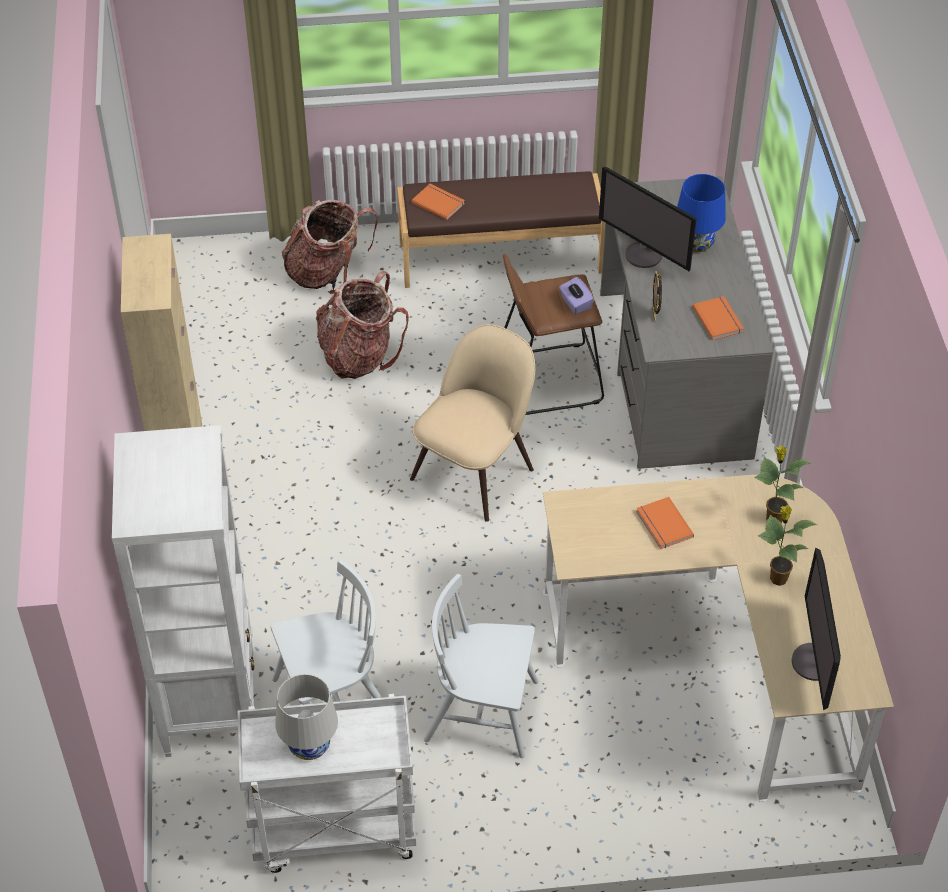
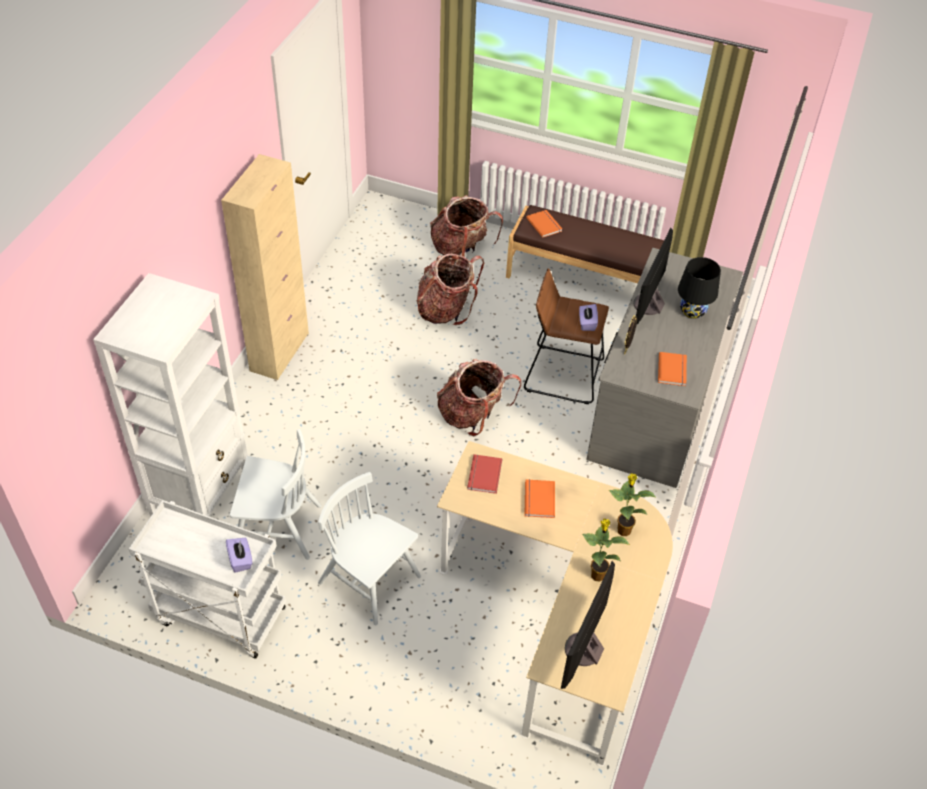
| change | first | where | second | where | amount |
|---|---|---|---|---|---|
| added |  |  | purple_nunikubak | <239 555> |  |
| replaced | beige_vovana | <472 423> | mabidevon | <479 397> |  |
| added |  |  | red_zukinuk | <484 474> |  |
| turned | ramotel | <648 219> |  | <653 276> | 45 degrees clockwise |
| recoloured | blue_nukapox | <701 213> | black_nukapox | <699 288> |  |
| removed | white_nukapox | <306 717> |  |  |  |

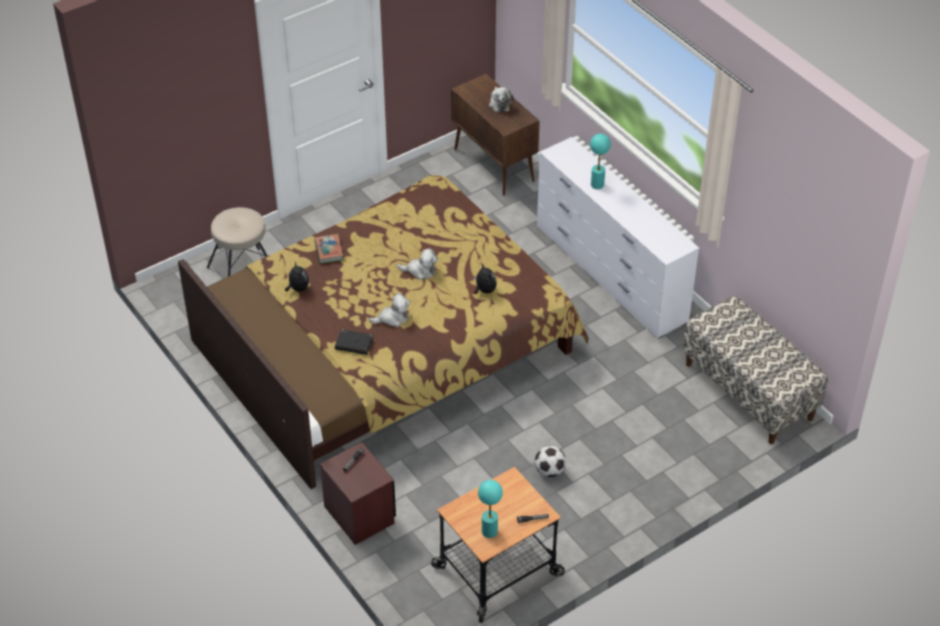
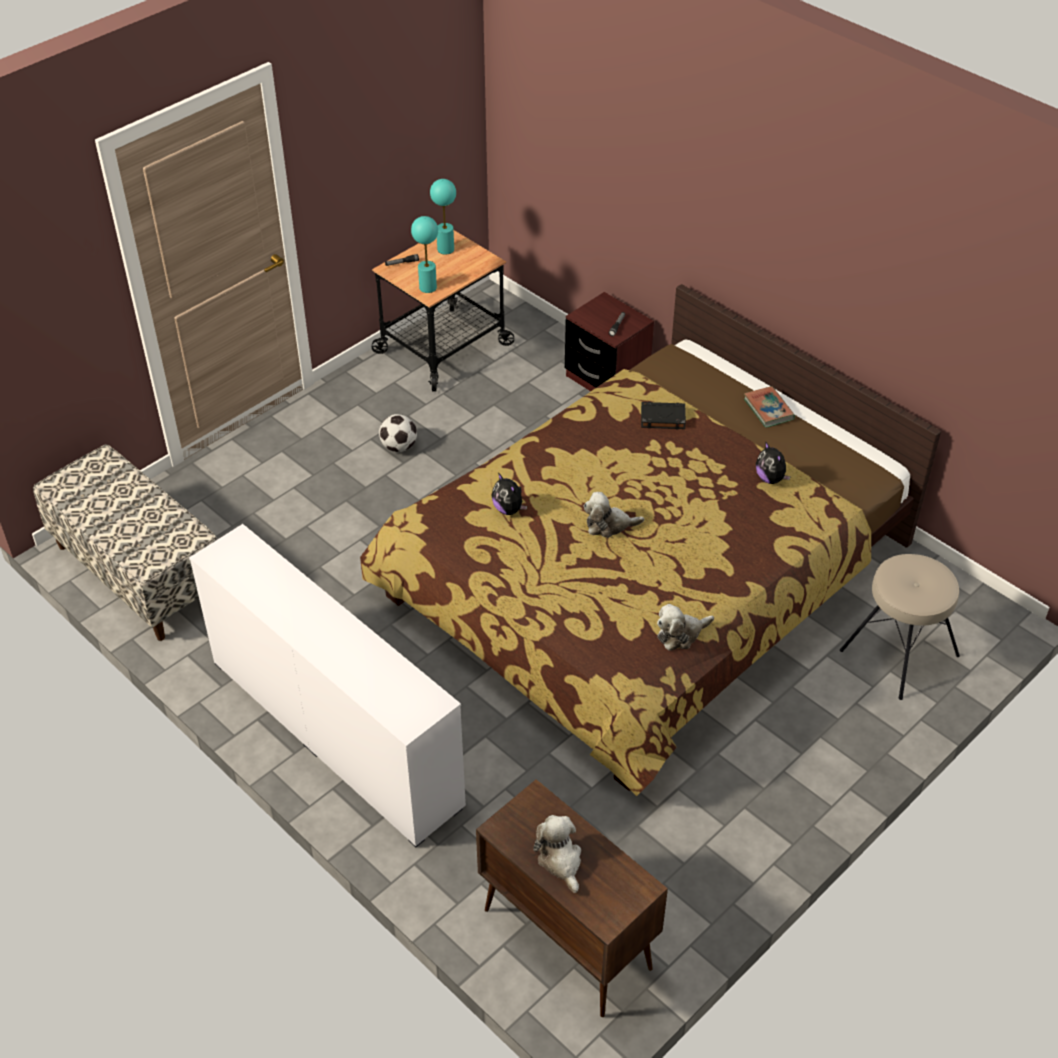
| change | first | where | second | where | amount |
|---|---|---|---|---|---|
| moved | turquoise_nukapox | <600 161> |  | <424 254> |  |
| moved | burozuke | <389 310> |  | <685 627> |  |
| moved | zukinuk | <328 248> |  | <769 407> |  |

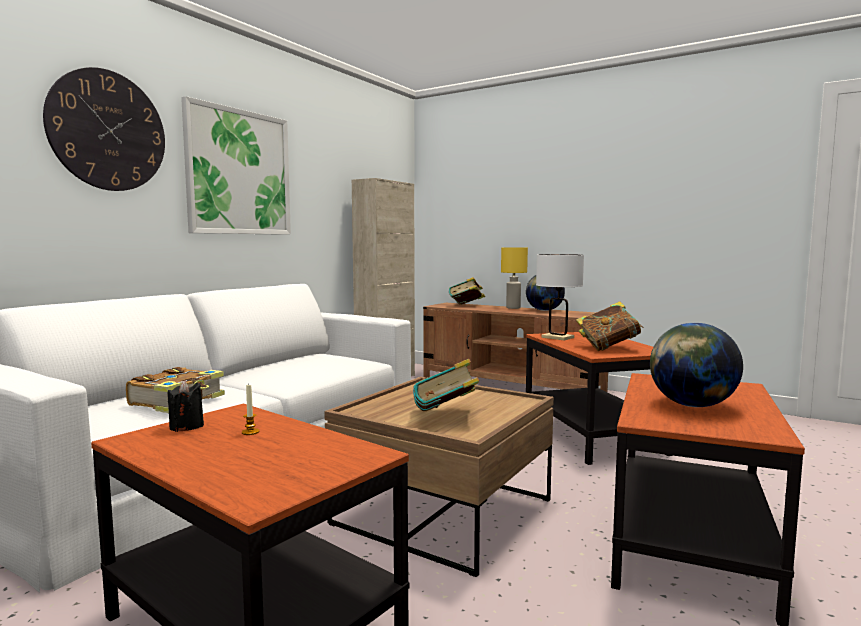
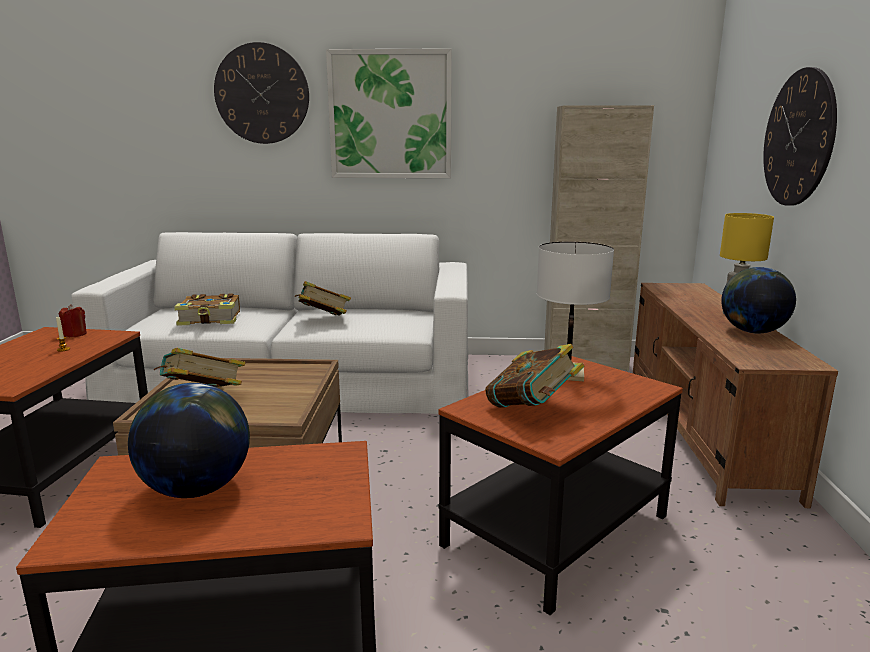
| change | first | where | second | where | amount |
|---|---|---|---|---|---|
| recoloured | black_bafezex | <186 406> | red_bafezex | <73 320> |  |
| moved | zukinuk | <467 291> |  | <322 298> |  |
| added |  |  | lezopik | <800 136> |  |

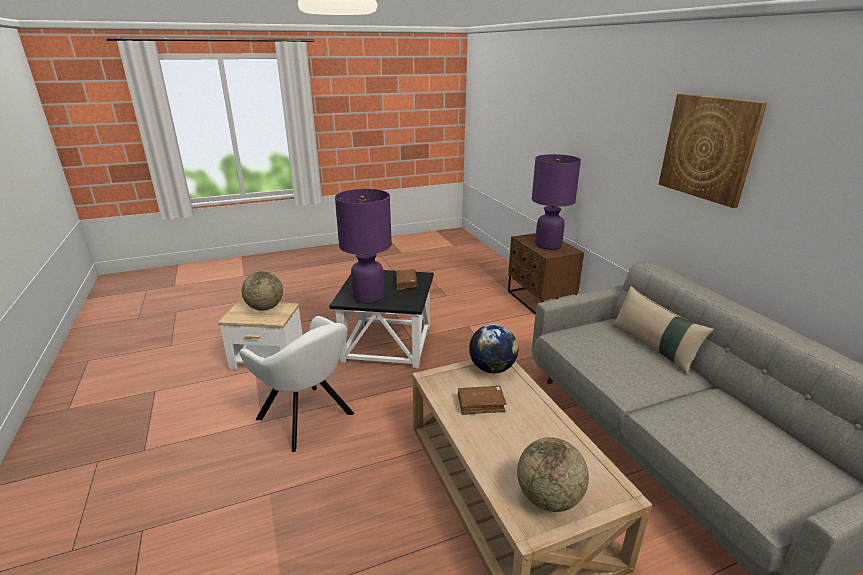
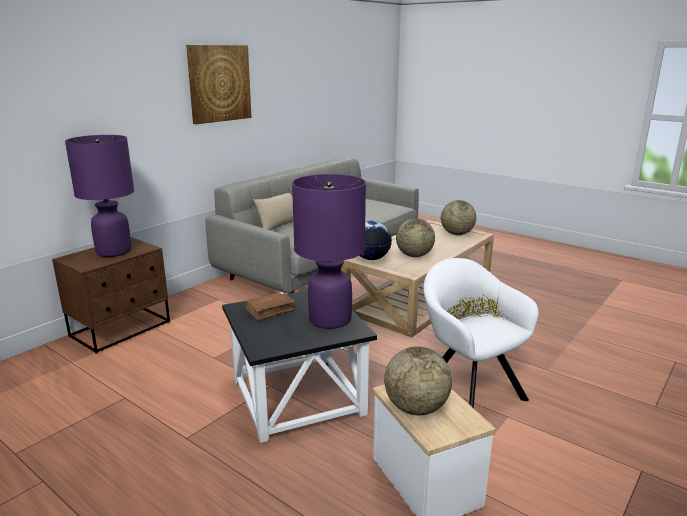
| change | first | where | second | where | amount |
|---|---|---|---|---|---|
| replaced | brown_zukinuk | <482 400> | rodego | <415 237> |  |
| turned | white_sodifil | <297 384> |  | <481 333> | 45 degrees counterclockwise |

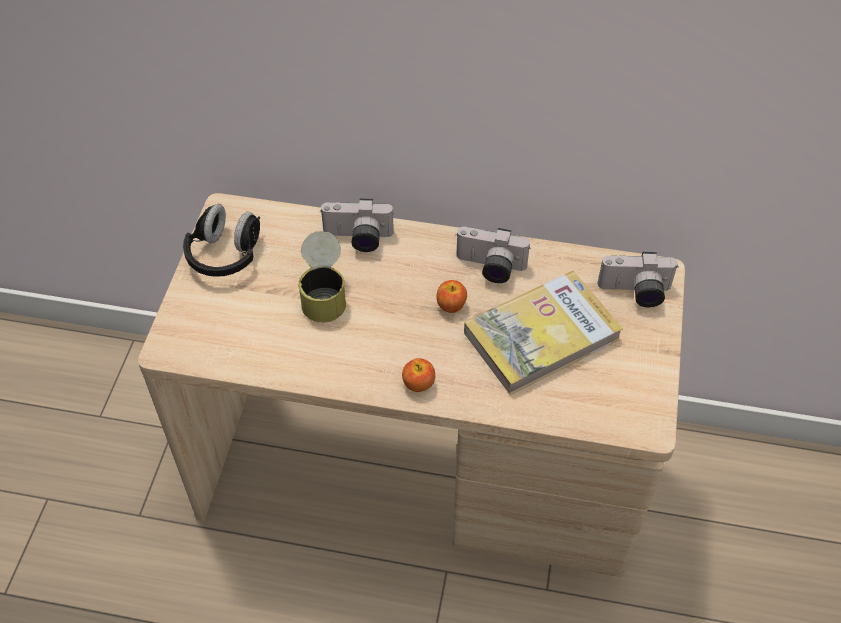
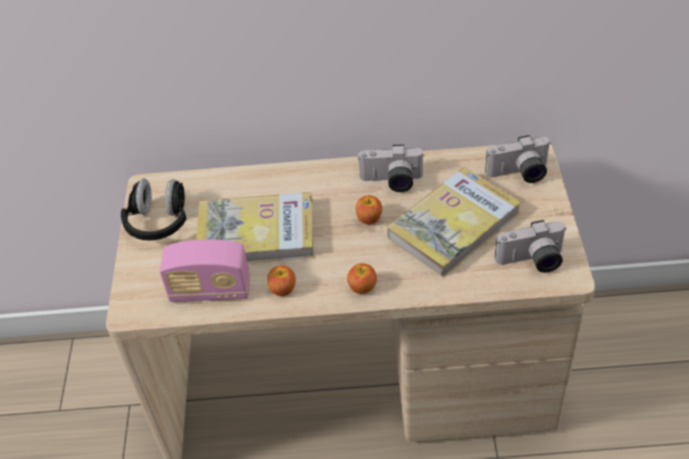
| change | first | where | second | where | amount |
|---|---|---|---|---|---|
| added |  |  | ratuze | <204 270> |  |
| replaced | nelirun | <322 277> | zukinuk | <255 227> |  |
| added |  |  | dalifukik | <281 280> |  |
| moved | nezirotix | <357 225> |  | <531 246> |  |

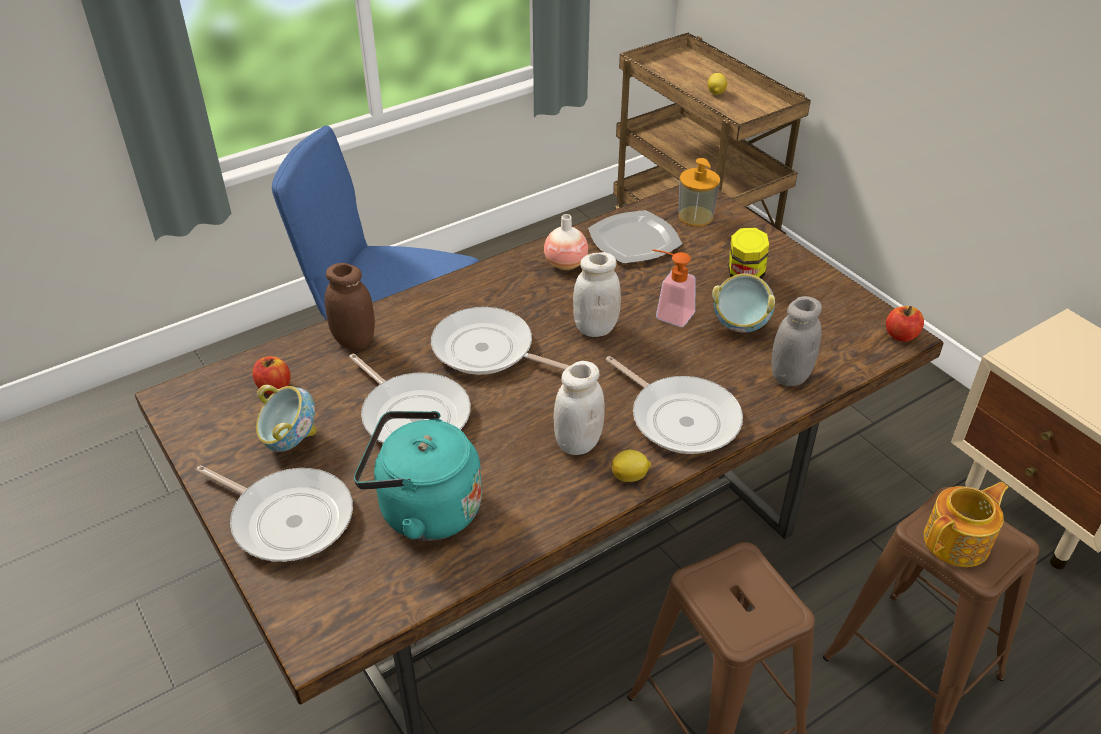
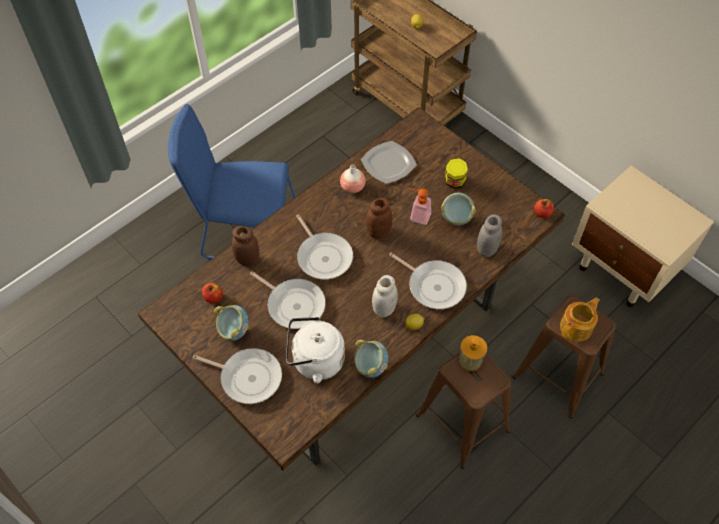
| change | first | where | second | where | amount |
|---|---|---|---|---|---|
| recoloured | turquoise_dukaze | <418 476> | white_dukaze | <315 350> |  |
| turned | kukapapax | <500 341> |  | <325 247> | 135 degrees counterclockwise |
| added |  |  | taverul | <371 359> |  |
| recoloured | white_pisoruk | <597 294> | brown_pisoruk | <379 218> |  |
| moved | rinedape | <699 192> |  | <473 353> |  |

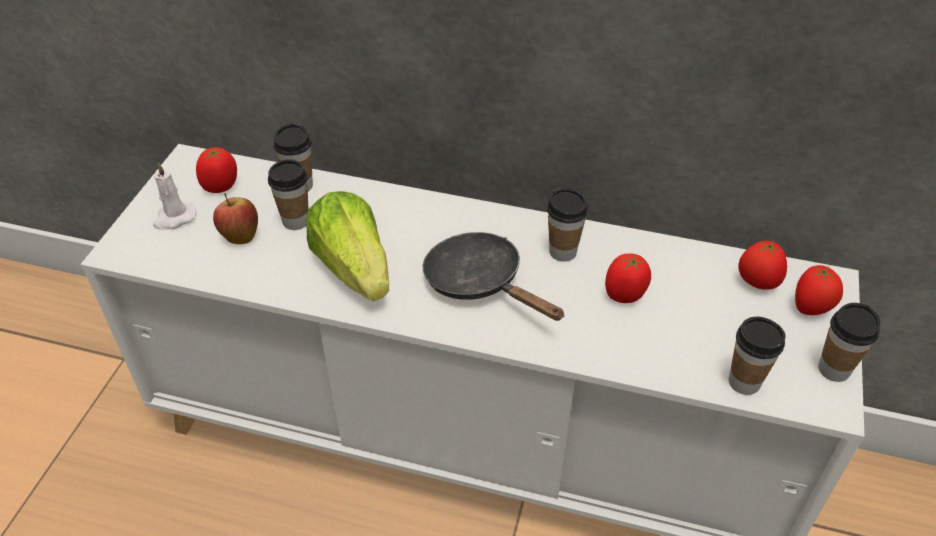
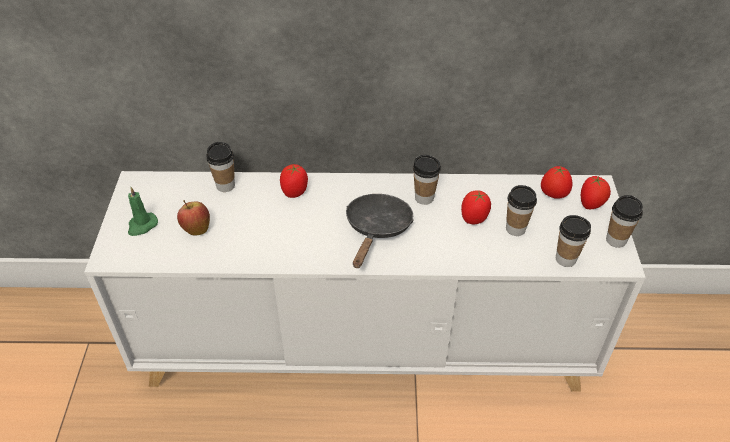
| change | first | where | second | where | amount |
|---|---|---|---|---|---|
| recoloured | white_bafezex | <175 196> | green_bafezex | <143 211> |  |
| moved | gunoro | <216 170> |  | <294 181> |  |
| turned | black_kukapapax | <494 276> |  | <380 231> | 75 degrees clockwise |
| moved | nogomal | <288 194> |  | <521 210> |  |
| removed | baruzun | <347 246> |  |  |  |

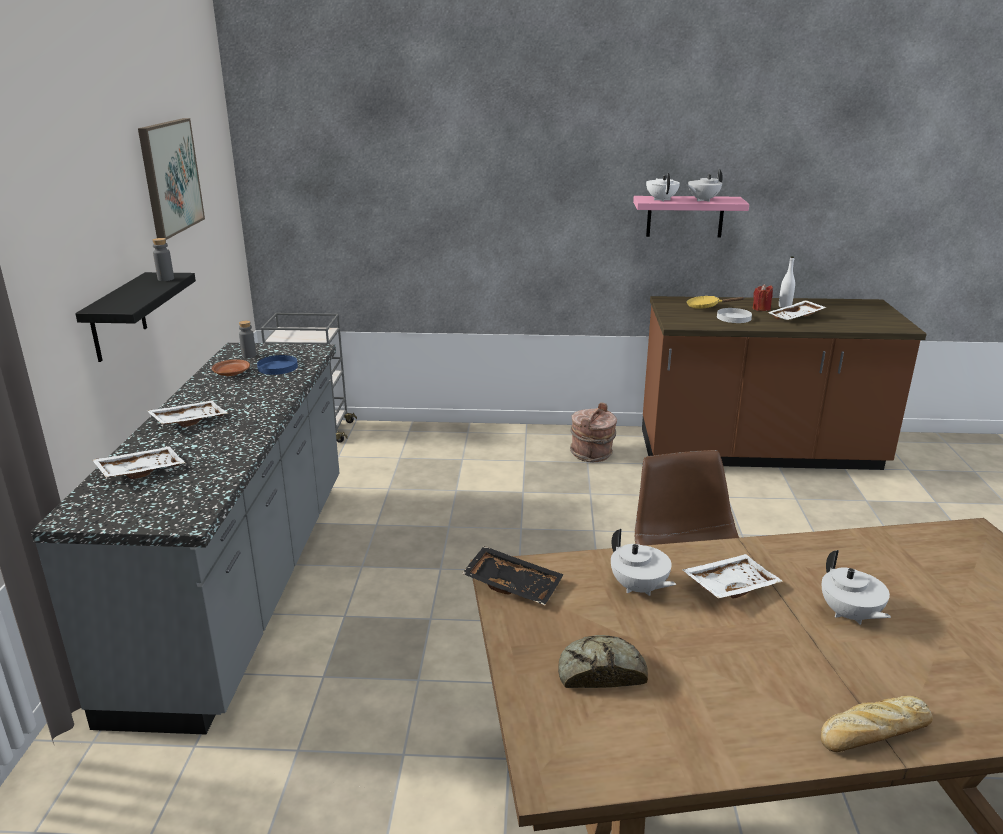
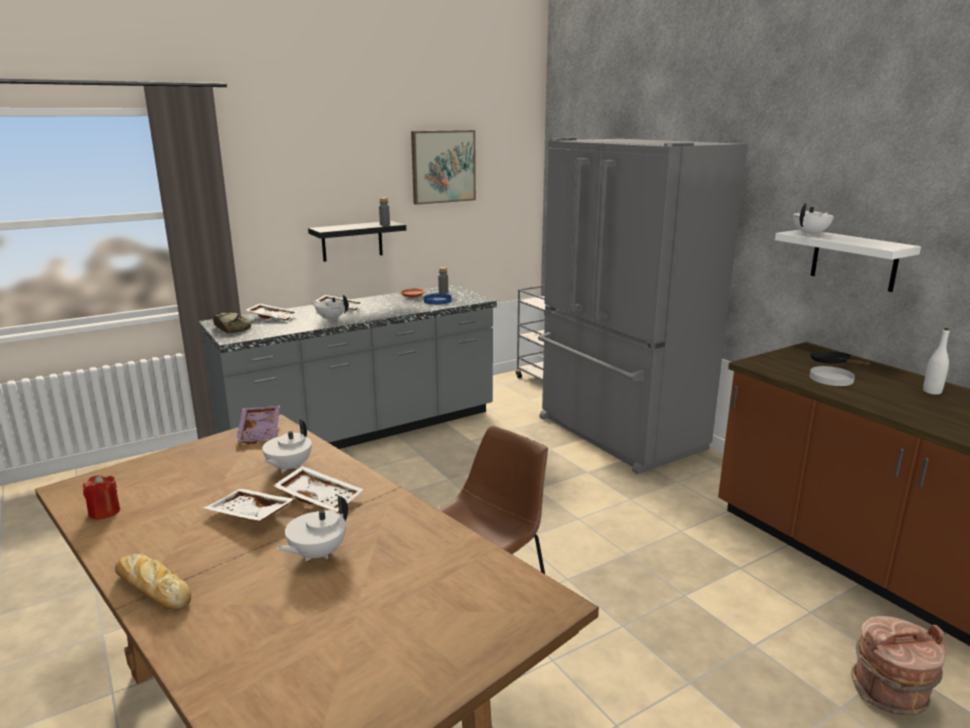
| change | first | where | second | where | amount |
|---|---|---|---|---|---|
| moved | red_bafezex | <763 297> |  | <101 497> |  |
| moved | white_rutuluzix | <797 310> |  | <249 505> |  |
| moved | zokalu | <603 661> |  | <232 323> |  |
| recoloured | black_rutuluzix | <513 575> | purple_rutuluzix | <258 424> |  |
| moved | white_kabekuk | <705 185> |  | <330 308> |  |
| added |  |  | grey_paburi | <643 306> |  |
| recoloured | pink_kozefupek | <691 217> | white_kozefupek | <848 261> |  |
| recoloured | yellow_kukapapax | <716 302> | black_kukapapax | <840 358> |  |
| moved | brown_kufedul | <593 432> |  | <898 666> |  |

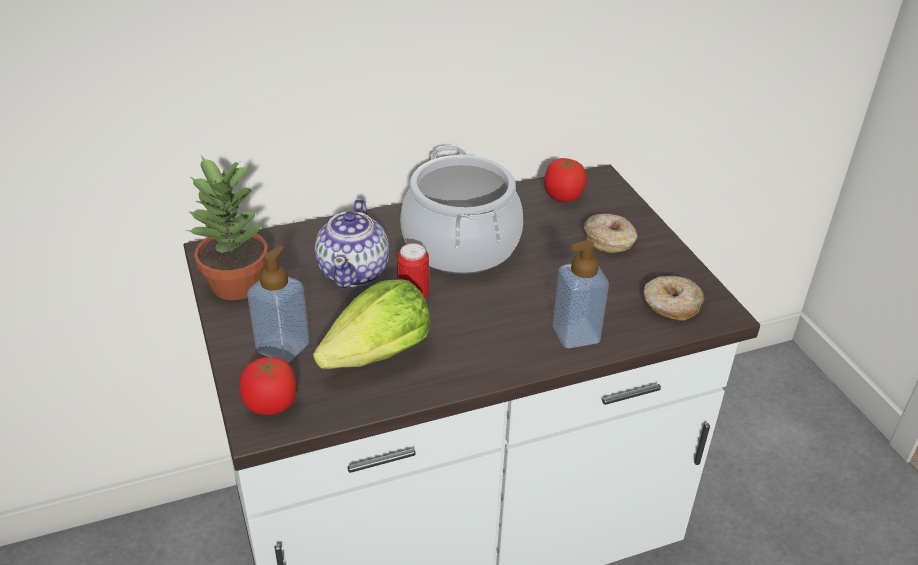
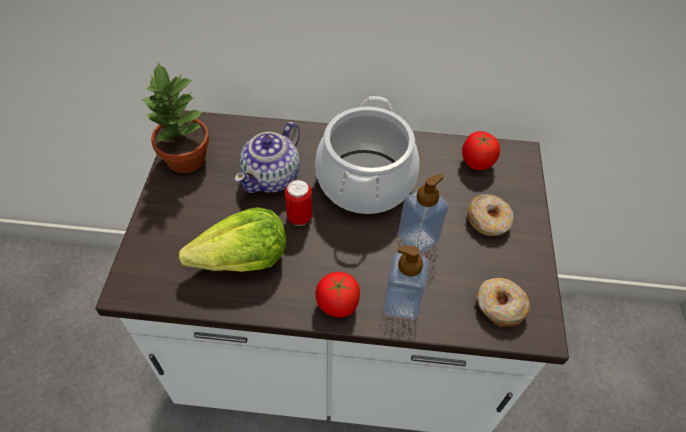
| change | first | where | second | where | amount |
|---|---|---|---|---|---|
| moved | gunoro | <268 385> |  | <337 295> |  |
| moved | rinedape | <278 304> |  | <423 214> |  |

